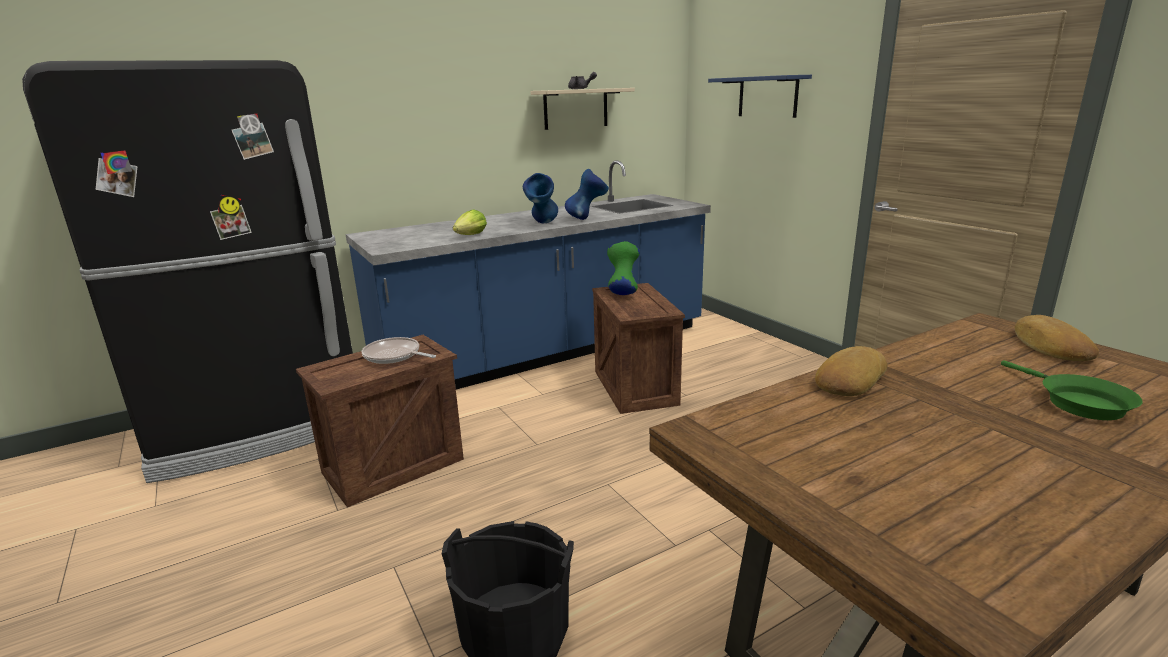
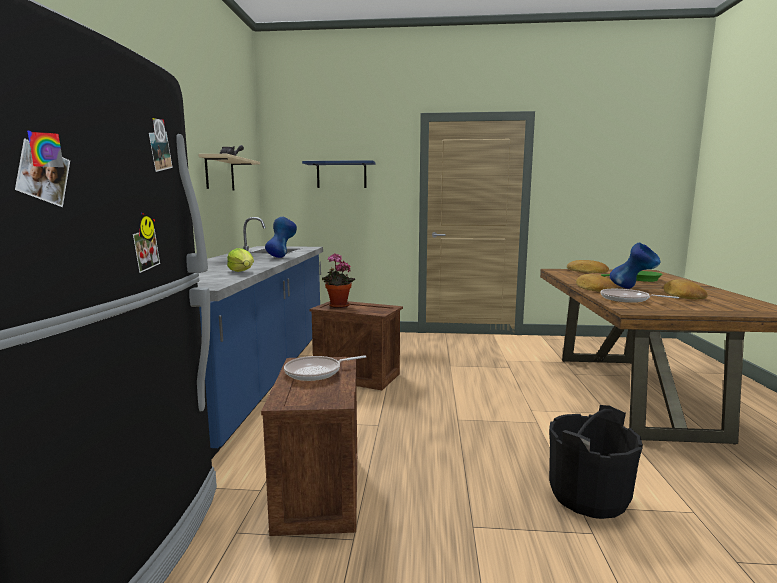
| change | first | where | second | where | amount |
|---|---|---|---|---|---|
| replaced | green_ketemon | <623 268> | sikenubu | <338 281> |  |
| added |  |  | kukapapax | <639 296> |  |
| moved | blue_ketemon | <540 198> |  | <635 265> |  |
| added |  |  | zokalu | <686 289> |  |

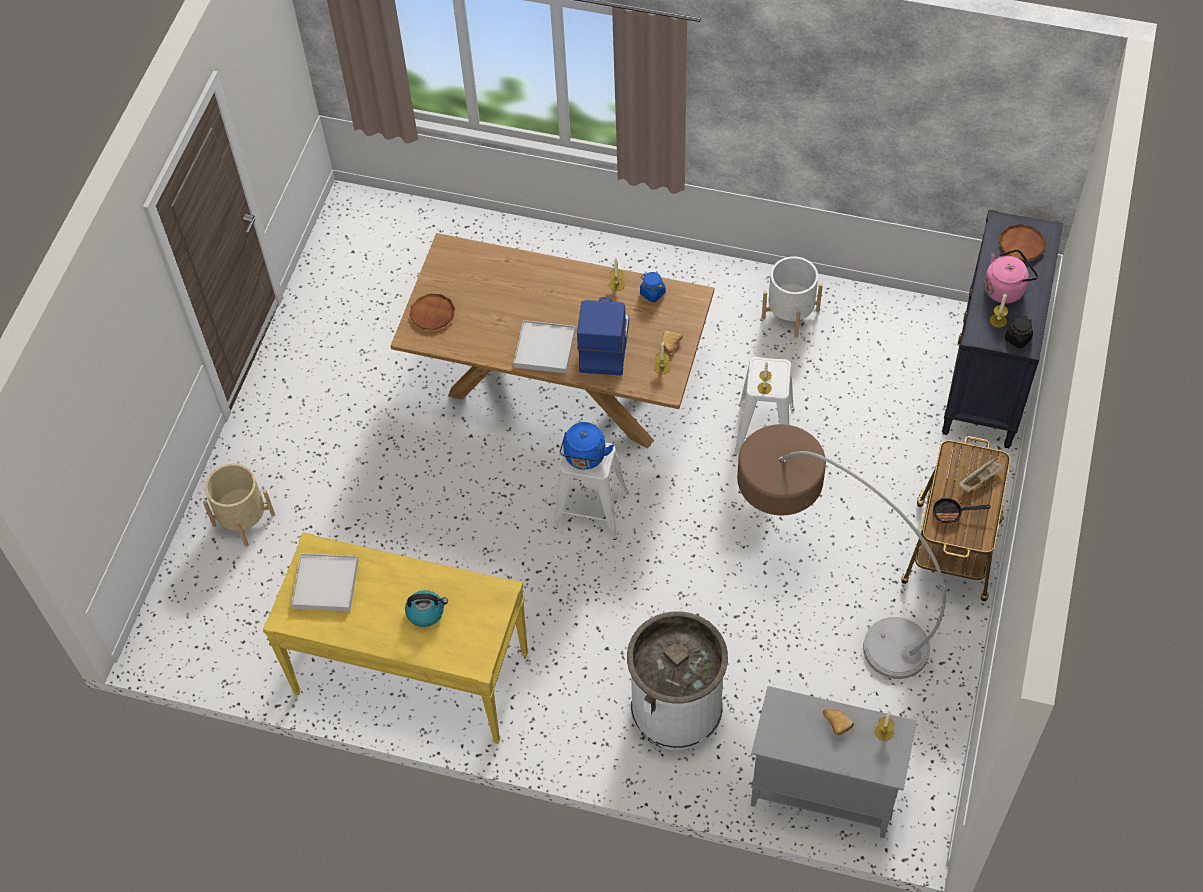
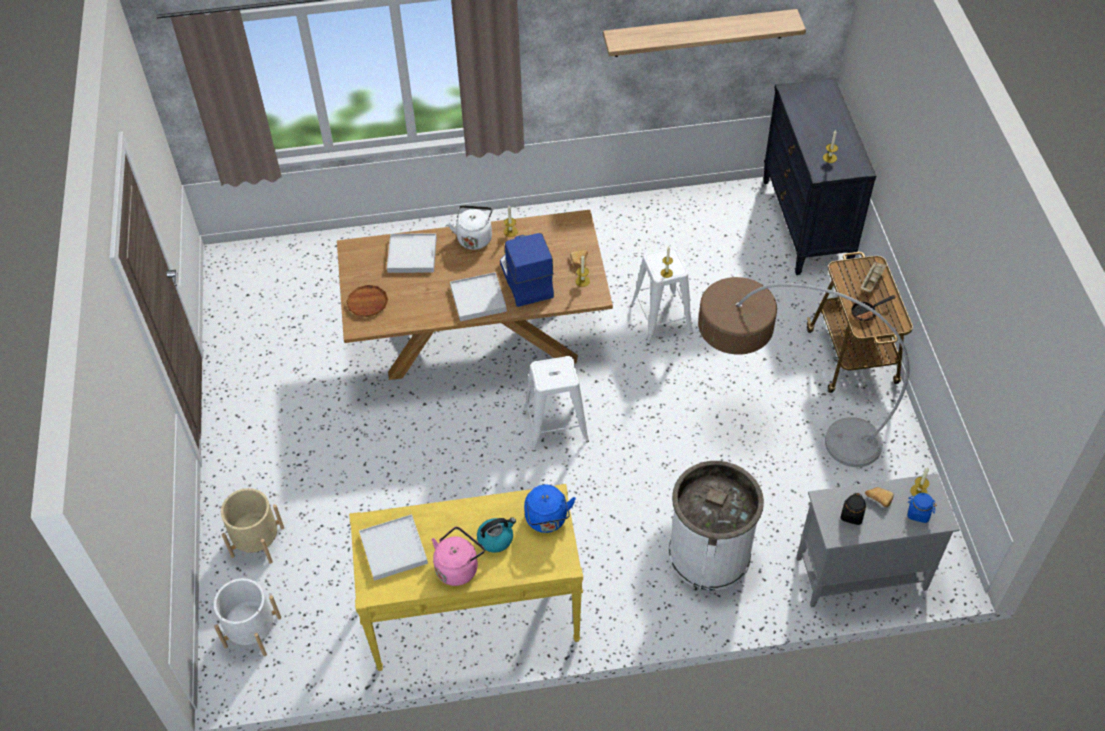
| change | first | where | second | where | amount |
|---|---|---|---|---|---|
| moved | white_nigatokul | <792 297> |  | <247 617> |  |
| added |  |  | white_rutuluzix | <412 253> |  |
| moved | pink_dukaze | <1011 276> |  | <458 556> |  |
| added |  |  | white_dukaze | <470 227> |  |
| moved | blue_dukaze | <587 446> |  | <550 509> |  |
| added |  |  | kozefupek | <704 33> |  |
| moved | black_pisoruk | <1019 332> |  | <853 509> |  |
| moved | blue_pisoruk | <652 287> |  | <921 508> |  |
| removed | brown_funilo | <1022 242> |  |  |  |

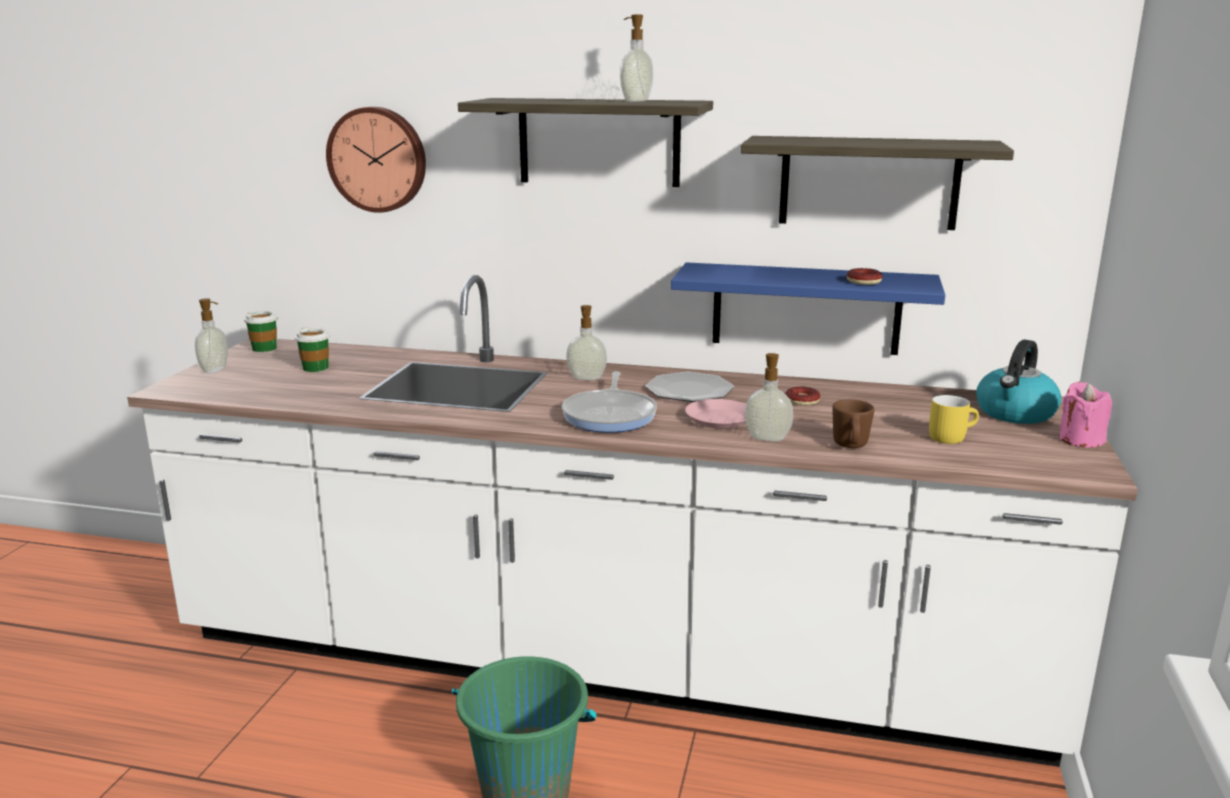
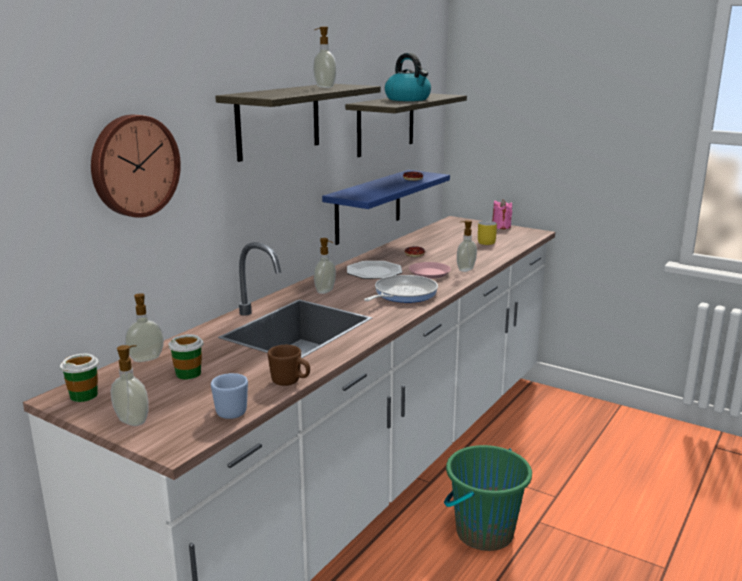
| change | first | where | second | where | amount |
|---|---|---|---|---|---|
| added |  |  | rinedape | <144 327> |  |
| added |  |  | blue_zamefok | <229 396> |  |
| moved | brown_zamefok | <853 423> |  | <289 365> |  |
| turned | kukapapax | <609 402> |  | <401 289> | 75 degrees counterclockwise |
| moved | dukaze | <1018 382> |  | <408 77> |  |

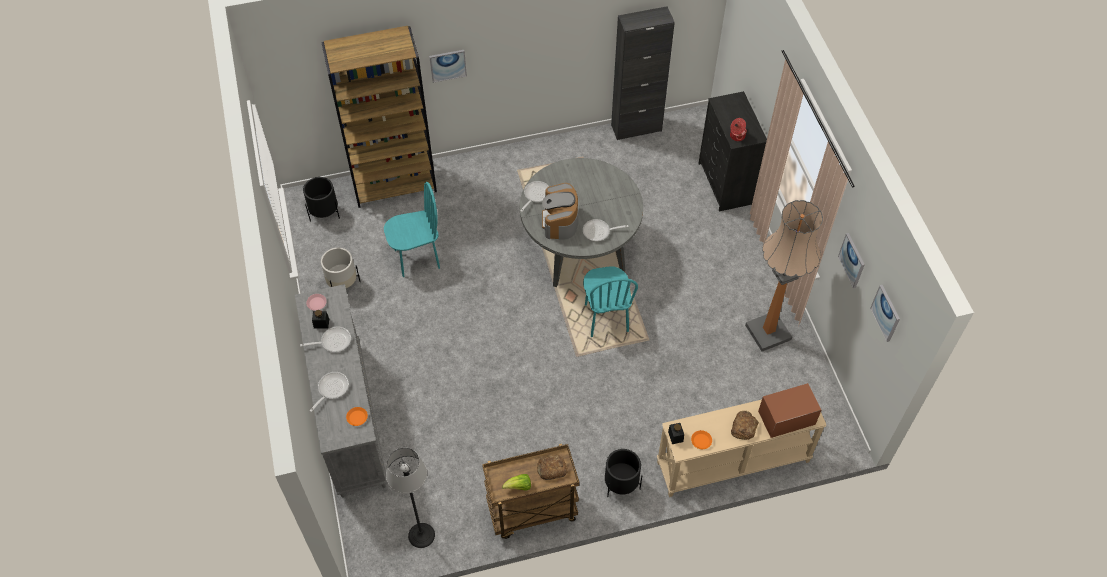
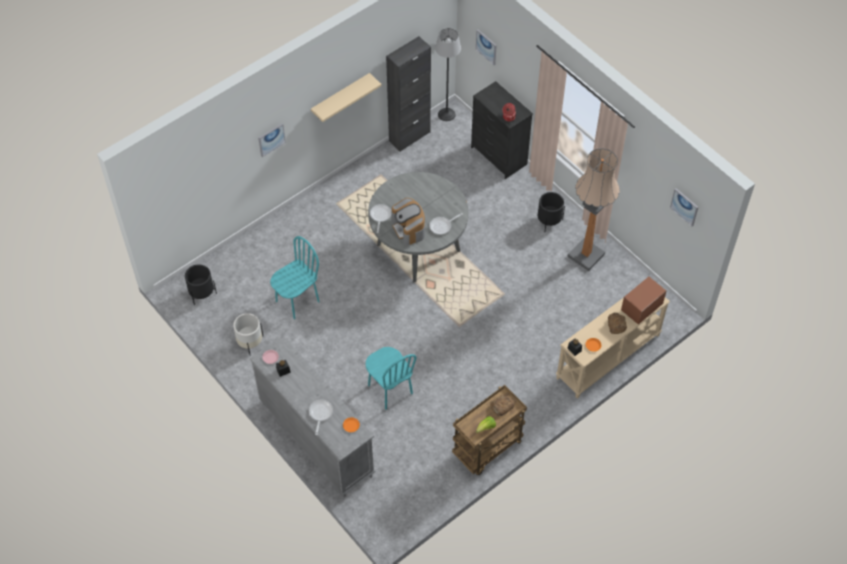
| change | first | where | second | where | amount |
|---|---|---|---|---|---|
| added |  |  | beige_kozefupek | <346 97> |  |
| moved | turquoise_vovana | <610 301> |  | <391 378> |  |
| moved | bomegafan | <410 497> |  | <448 74> |  |
| moved | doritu | <851 260> |  | <486 47> |  |
| moved | black_nigatokul | <624 473> |  | <551 211> |  |
| removed | kukapapax | <325 339> |  |  |  |
| removed | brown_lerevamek | <379 117> |  |  |  |

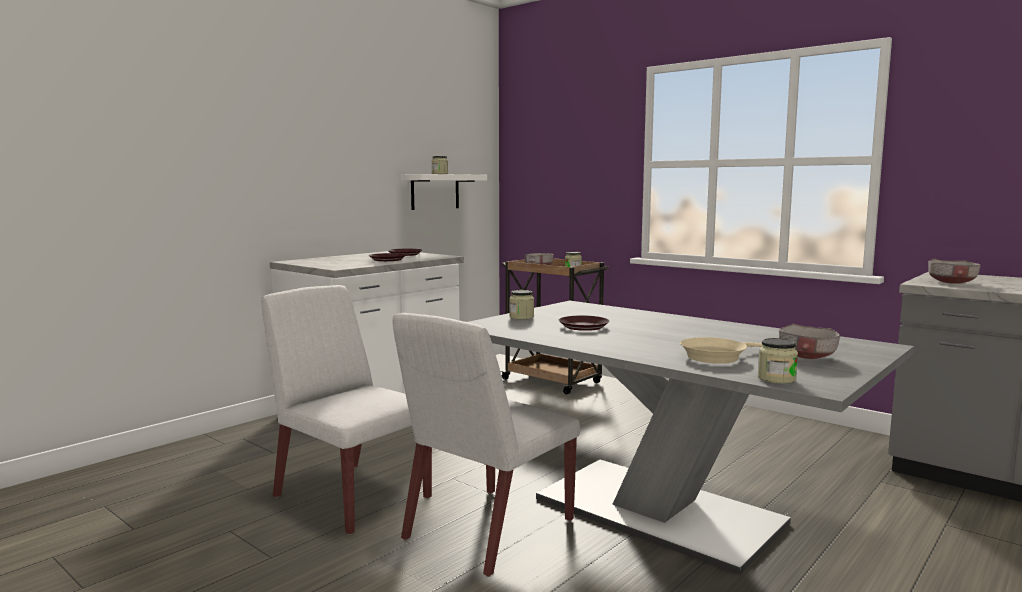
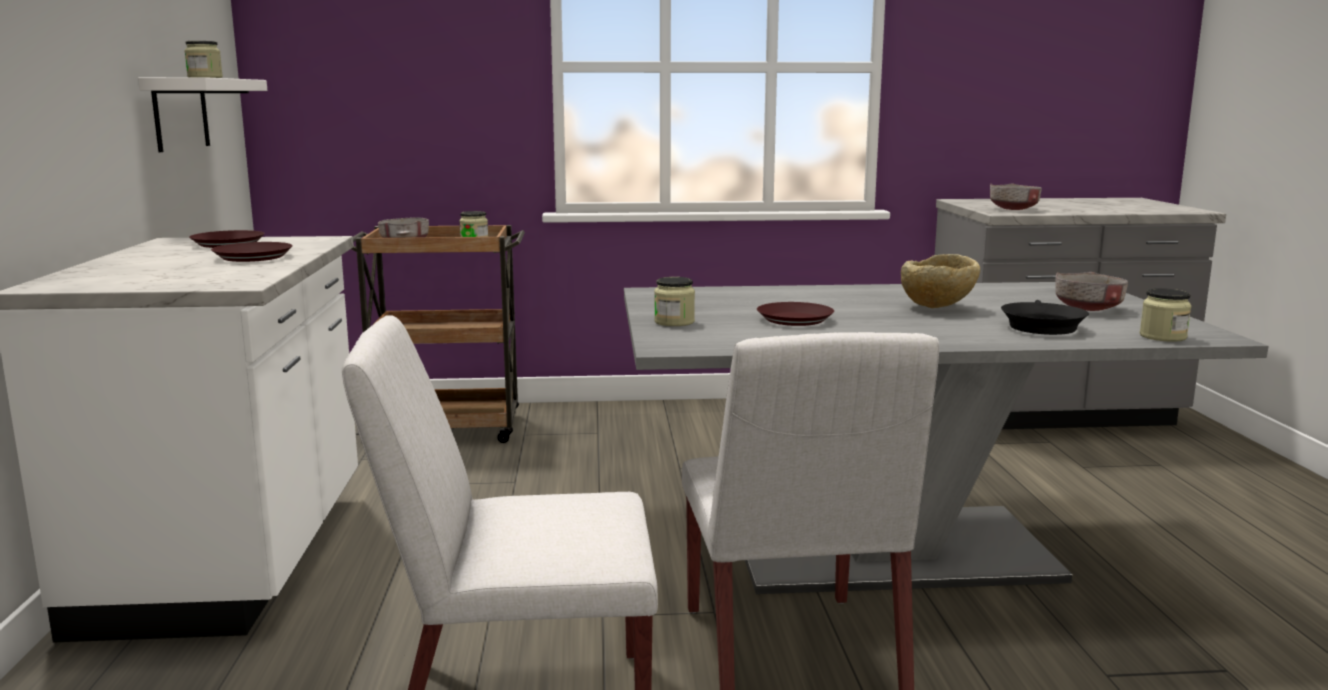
| change | first | where | second | where | amount |
|---|---|---|---|---|---|
| added |  |  | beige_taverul | <940 281> |  |
| recoloured | beige_kukapapax | <721 350> | black_kukapapax | <1045 317> |  |

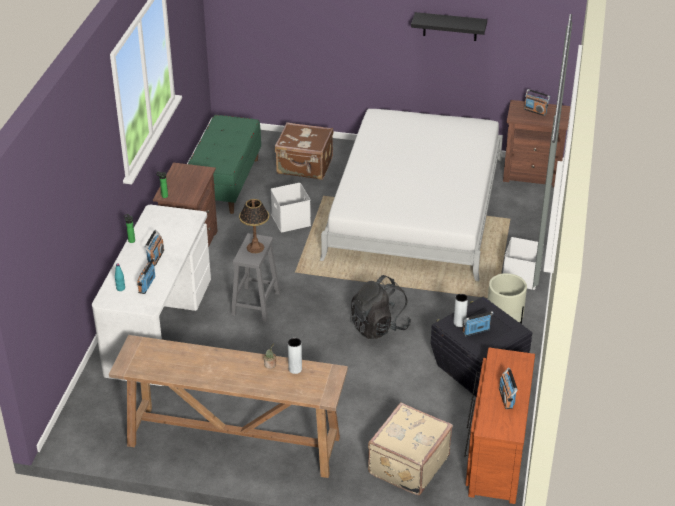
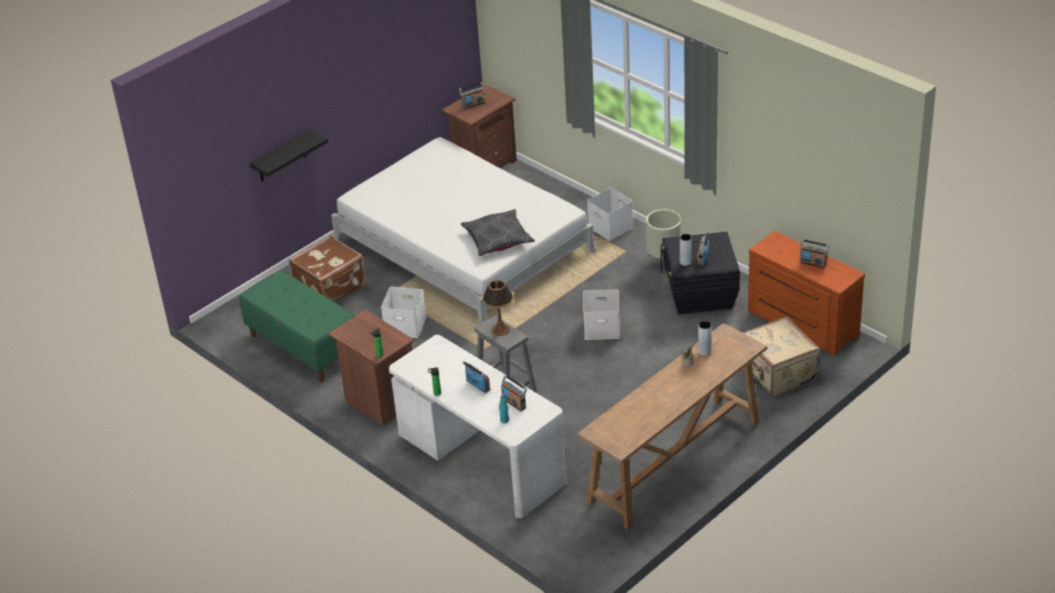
| change | first | where | second | where | amount |
|---|---|---|---|---|---|
| moved | black_kozefupek | <449 26> |  | <289 155> |  |
| added |  |  | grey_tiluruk | <498 232> |  |
| replaced | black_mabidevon | <380 307> | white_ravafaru | <601 314> |  |

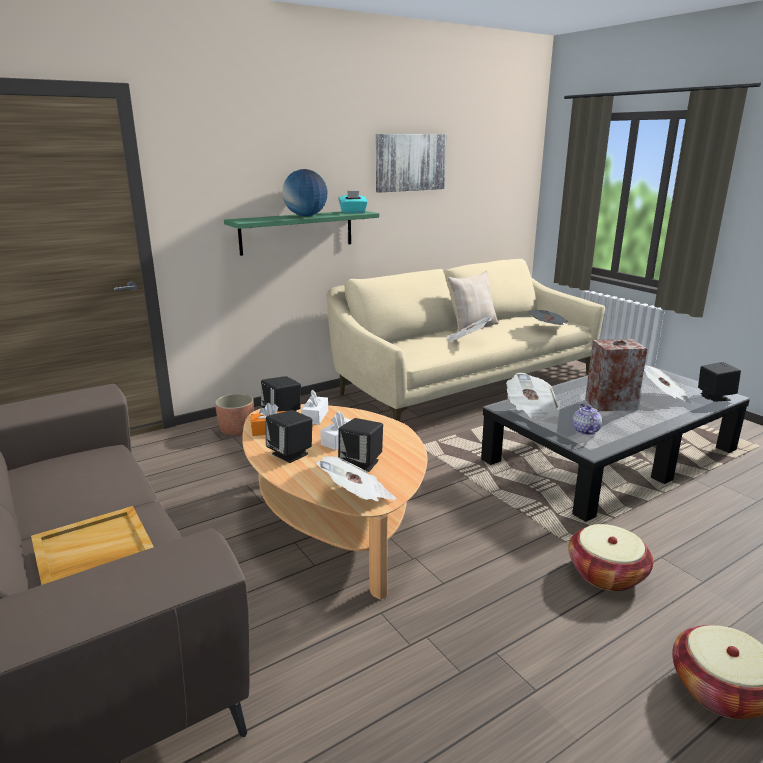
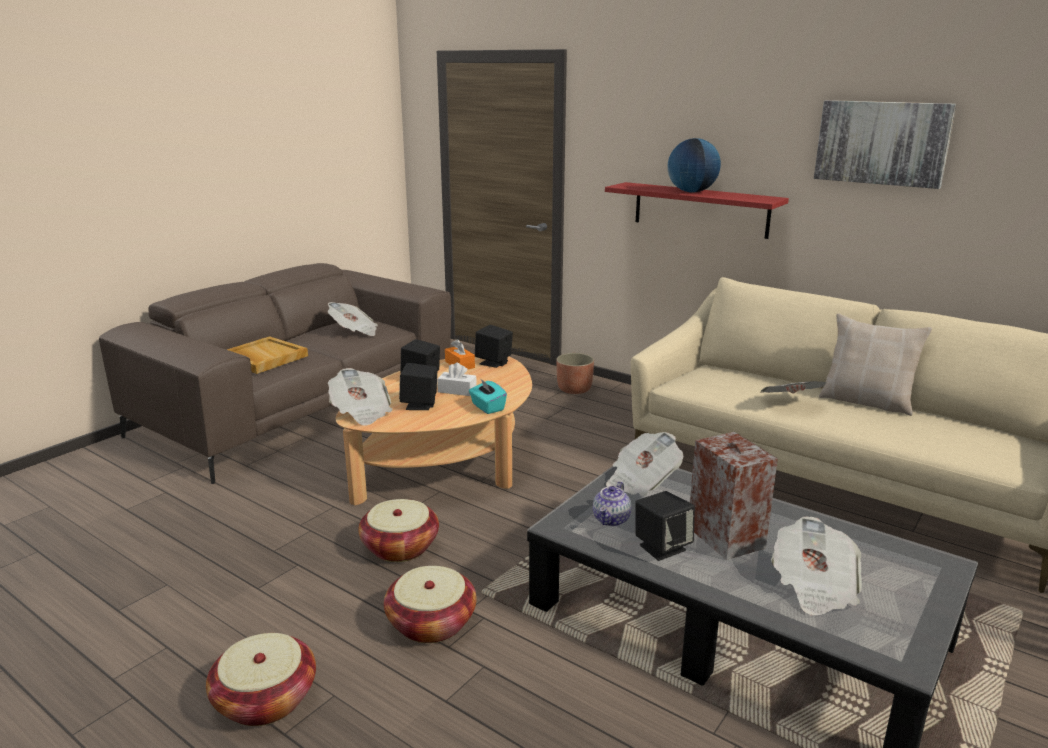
| change | first | where | second | where | amount |
|---|---|---|---|---|---|
| moved | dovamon | <548 317> |  | <353 319> |  |
| added |  |  | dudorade | <398 530> |  |
| moved | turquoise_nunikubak | <353 202> |  | <488 396> |  |
| turned | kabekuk | <587 419> |  | <612 503> | 135 degrees clockwise |
| recoloured | green_kozefupek | <301 233> | red_kozefupek | <697 210> |  |
| moved | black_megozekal | <719 382> |  | <665 526> |  |
| removed | white_nunikubak | <314 407> |  |  |  |

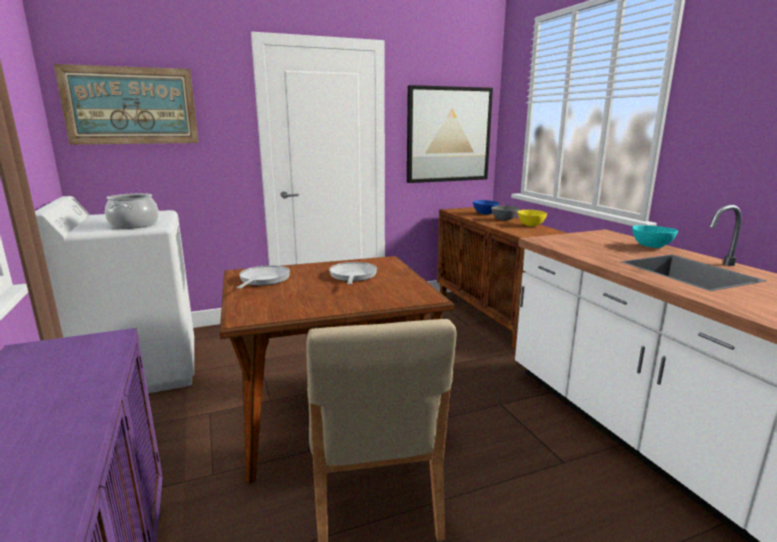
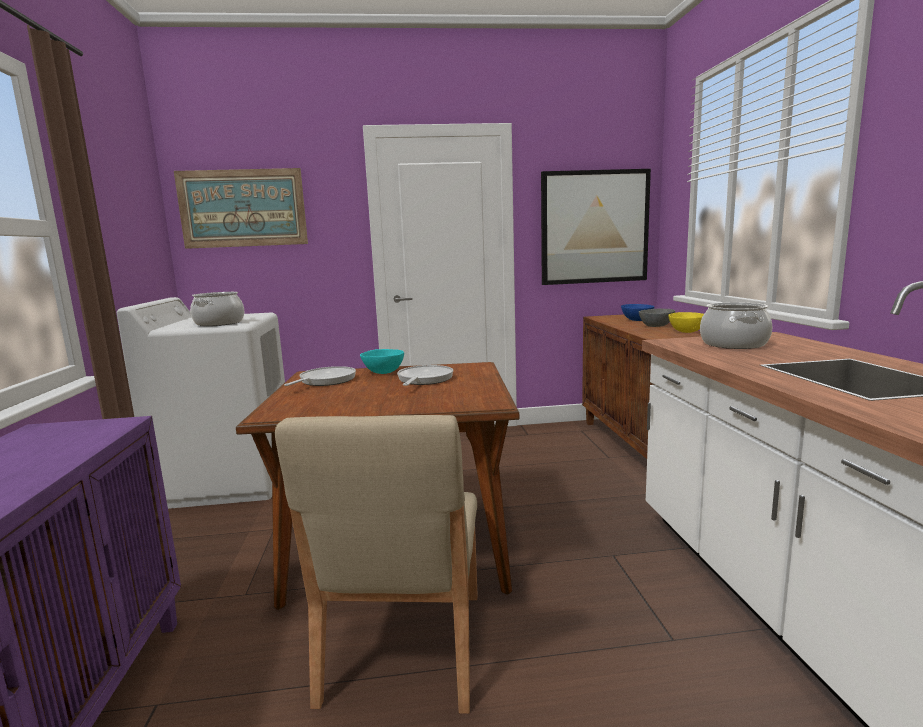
| change | first | where | second | where | amount |
|---|---|---|---|---|---|
| moved | turquoise_taverul | <655 236> |  | <382 361> |  |
| added |  |  | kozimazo | <736 325> |  |

